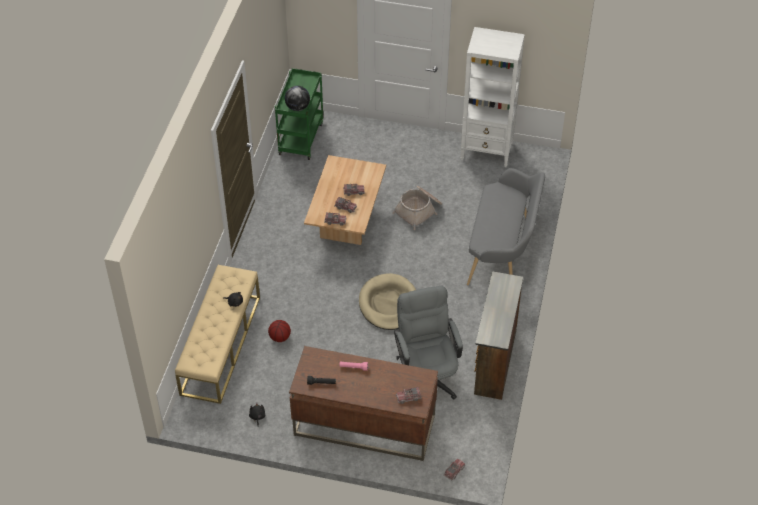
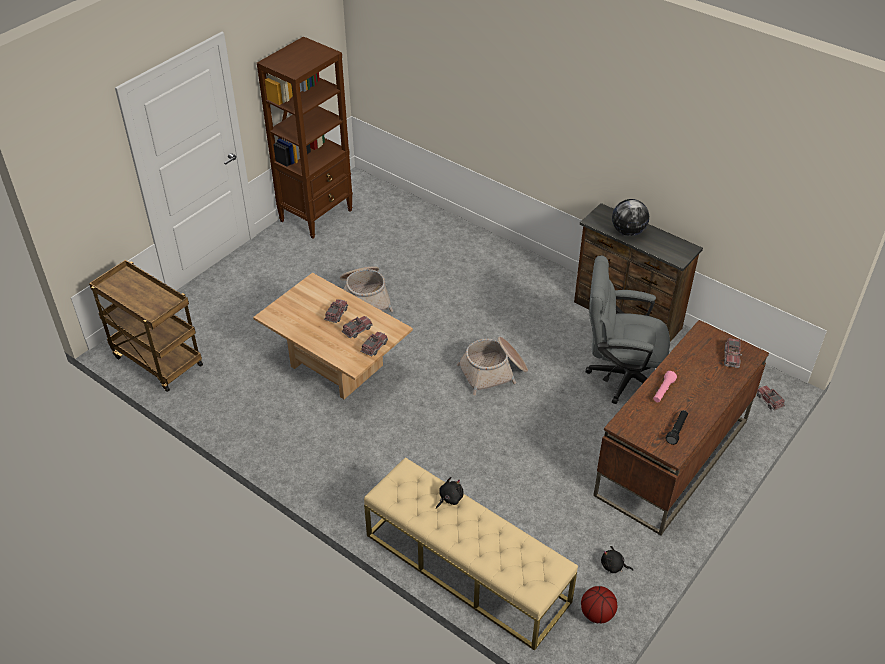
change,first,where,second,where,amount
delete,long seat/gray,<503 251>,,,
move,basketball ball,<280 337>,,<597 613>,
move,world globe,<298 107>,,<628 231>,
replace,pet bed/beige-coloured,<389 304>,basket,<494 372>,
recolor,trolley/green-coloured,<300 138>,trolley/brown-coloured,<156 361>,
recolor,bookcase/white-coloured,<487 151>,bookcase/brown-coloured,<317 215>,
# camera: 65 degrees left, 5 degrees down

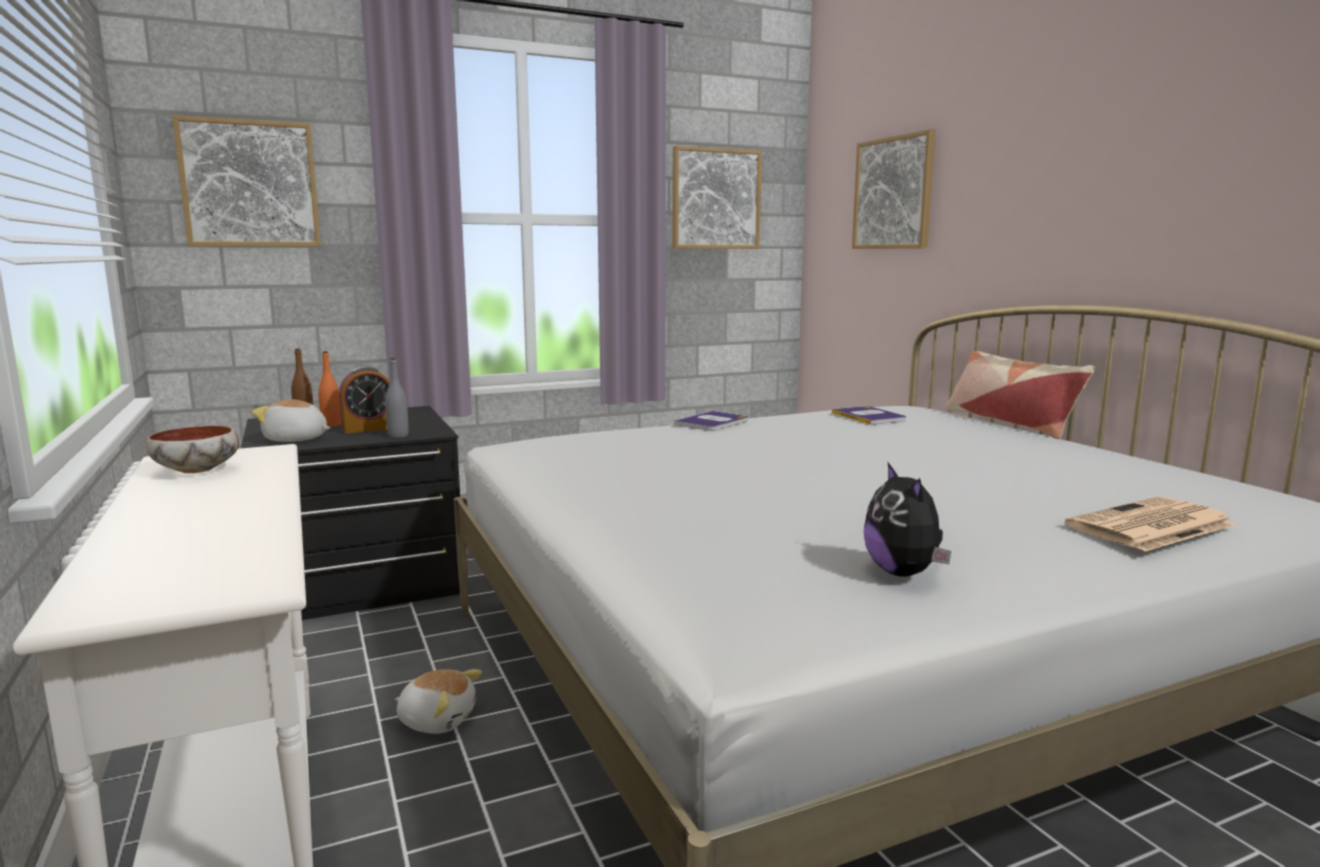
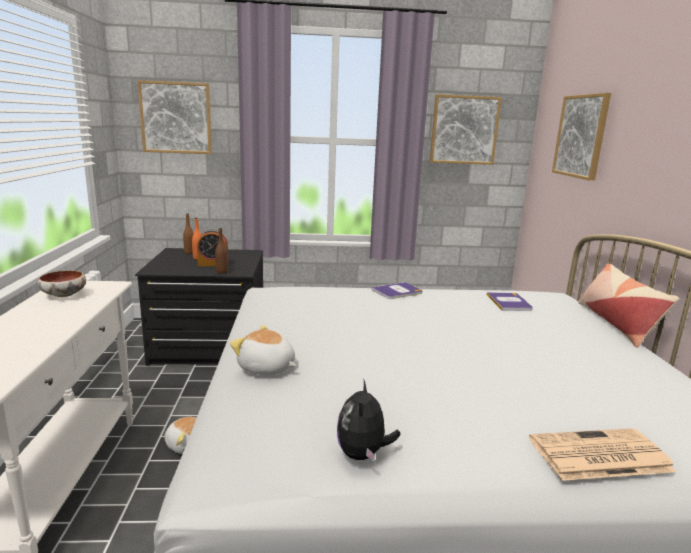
change,first,where,second,where,amount
move,soft toy,<296 439>,,<266 368>,
recolor,bottle/gray,<398 436>,bottle/brown-coloured,<221 272>,
# camera: 20 degrees right, 5 degrees up

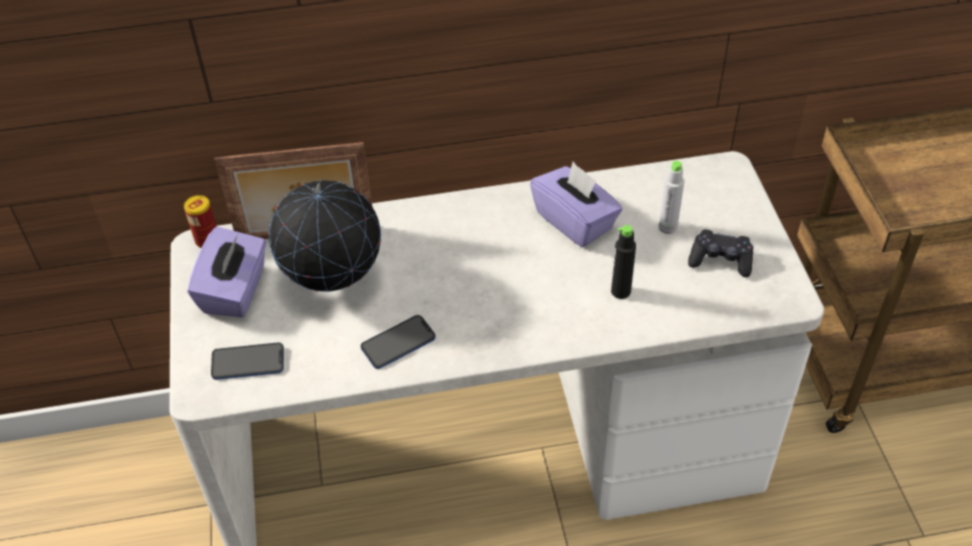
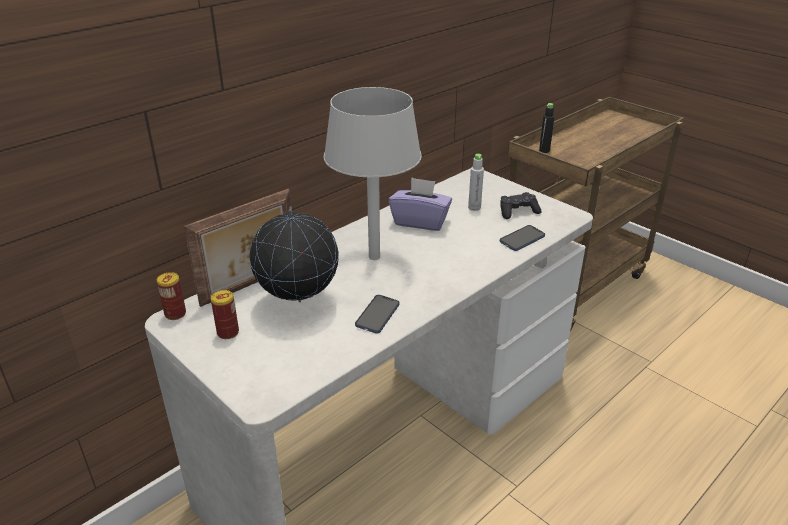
change,first,where,second,where,amount
insert,,,lamp for a table/gray,<374 257>,
move,handset,<248 362>,,<522 239>,
move,bottle/black,<620 291>,,<544 150>,
replace,tissue holder/purple-coloured,<235 291>,can,<228 333>,
# camera: 35 degrees left, 15 degrees down

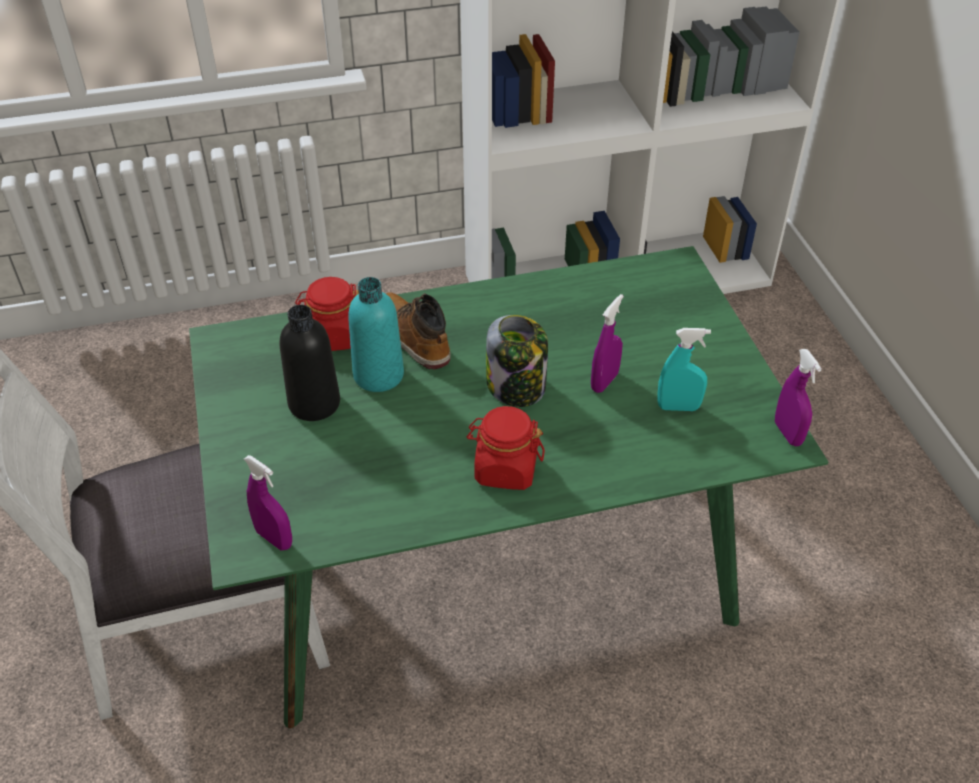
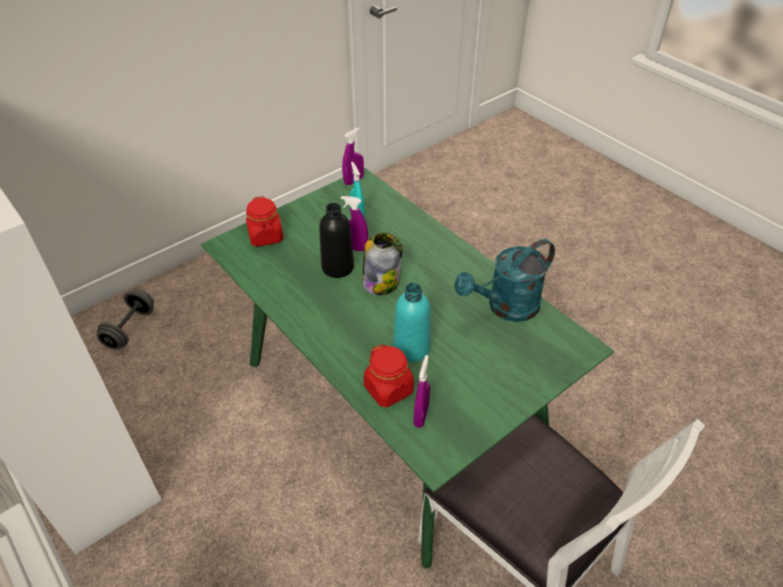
change,first,where,second,where,amount
delete,tall boot,<411 338>,,,
insert,,,dumbbell/gray,<130 329>,
insert,,,sprinkling can/turquoise,<506 307>,
move,spray bottle/purple-coloured,<274 538>,,<421 416>,
move,bottle/black,<314 403>,,<337 267>,
move,jar/reddish,<505 469>,,<266 236>,
# camera: 115 degrees left, 0 degrees up

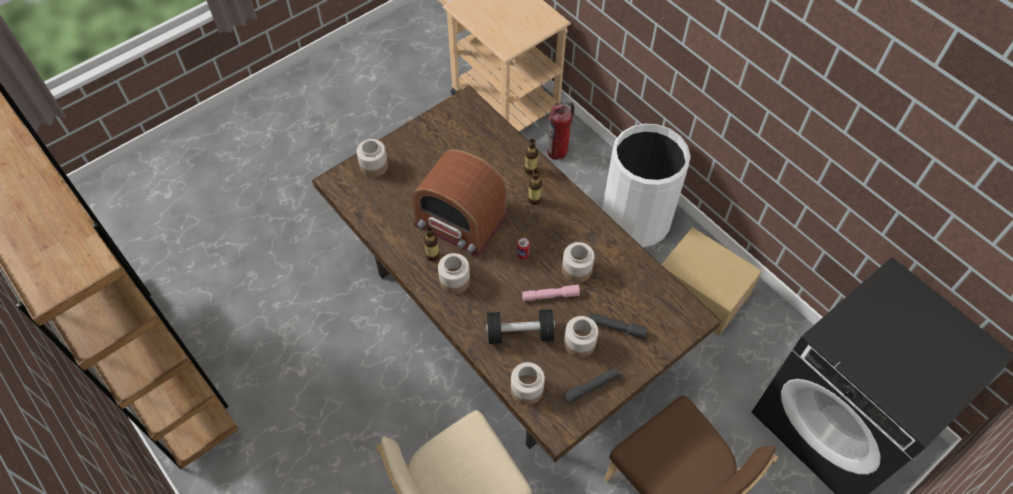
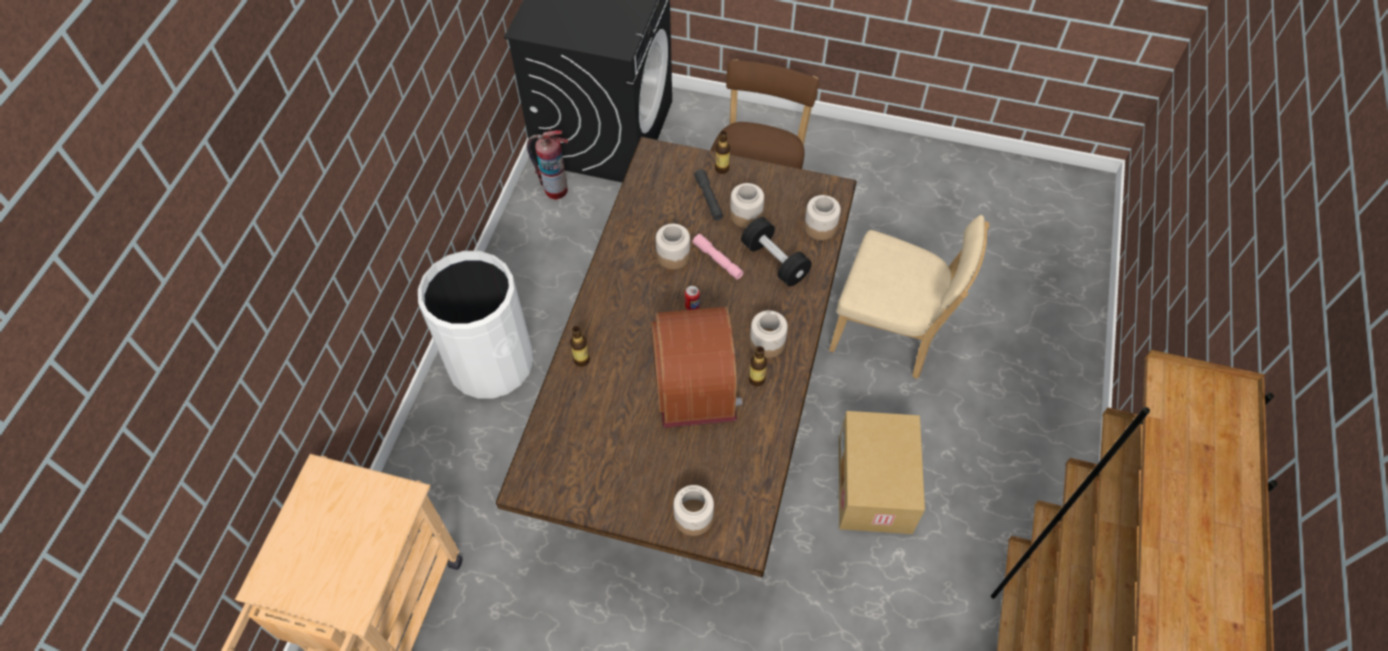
change,first,where,second,where,amount
delete,flashlight/gray,<591 387>,,,
move,bottle,<534 200>,,<722 168>,
move,fire extinguisher,<557 152>,,<555 189>,
move,packing box,<699 294>,,<876 486>,
# camera: 125 degrees left, 0 degrees up

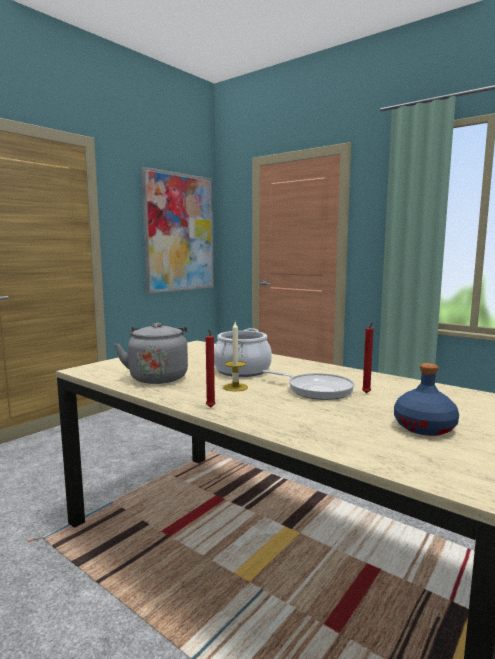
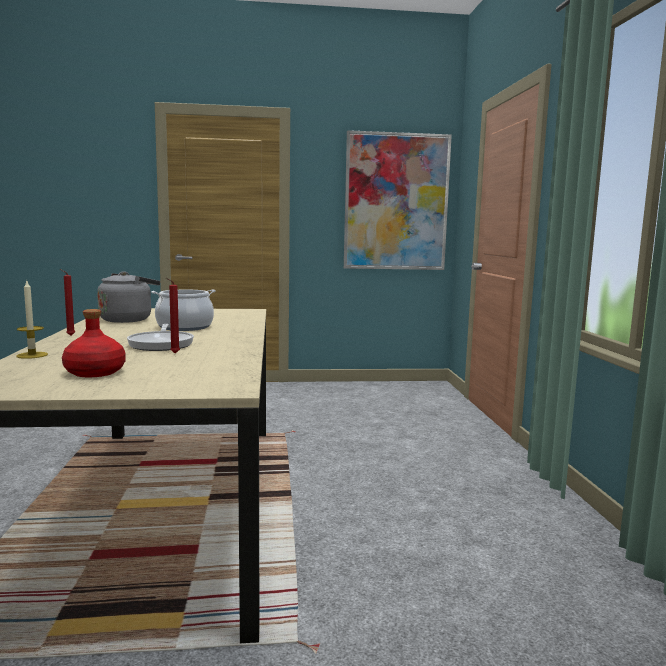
change,first,where,second,where,amount
move,wax candle,<235 387>,,<32 355>,
recolor,bottle/bluish,<424 427>,bottle/reddish,<96 372>,
# camera: 45 degrees right, 0 degrees up

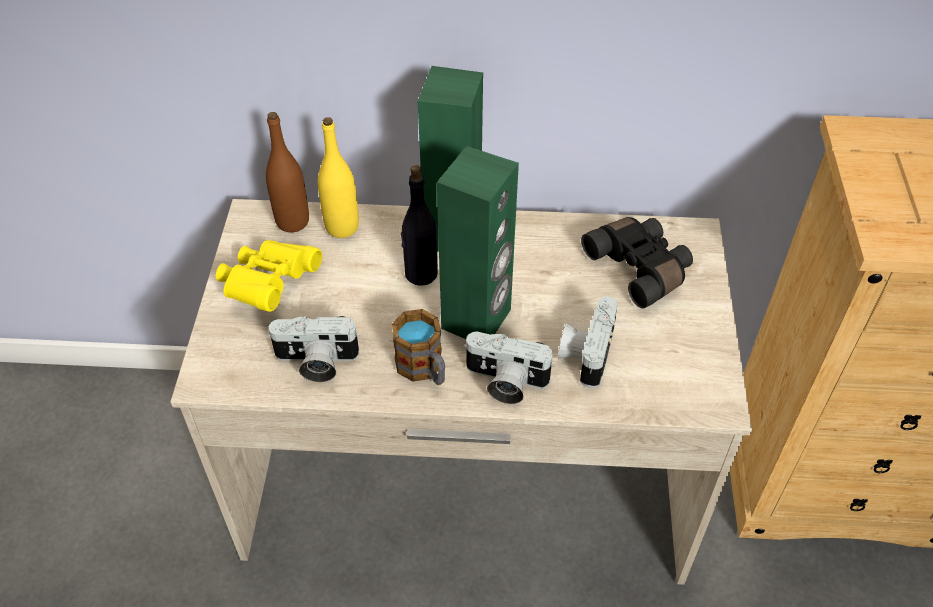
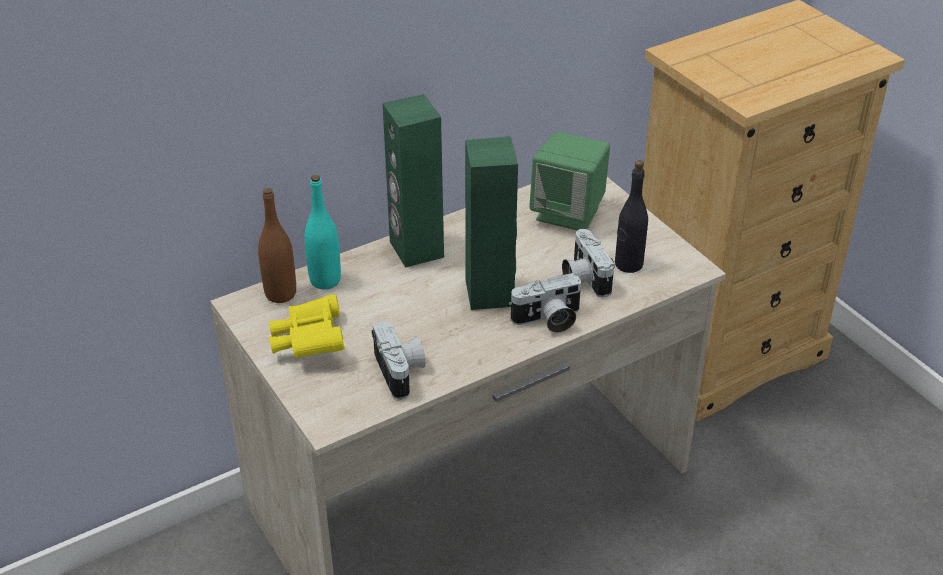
change,first,where,second,where,amount
delete,tea mug,<424 369>,,,
move,bottle/black,<420 274>,,<628 264>,
replace,field glasses/black,<640 268>,audio speaker/green-coloured,<568 213>,
recolor,bottle/yellow,<342 227>,bottle/turquoise,<325 280>,
rotate,photo camera,<315 362>,,<402 372>,75 degrees counterclockwise
# camera: 35 degrees left, 10 degrees down

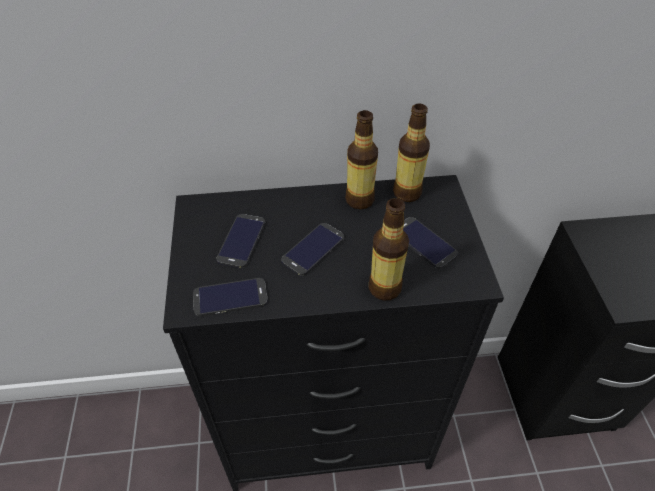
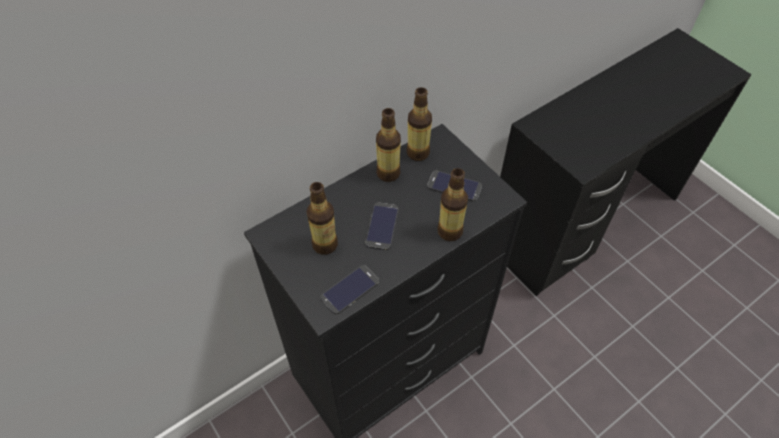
change,first,where,second,where,amount
replace,handset,<241 241>,bottle,<325 244>,
# camera: 30 degrees left, 5 degrees up

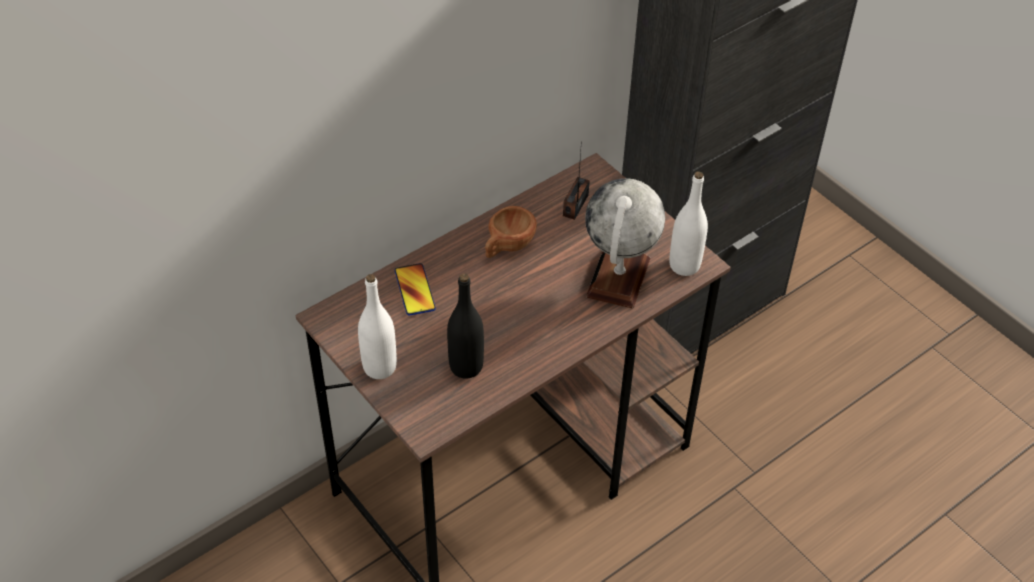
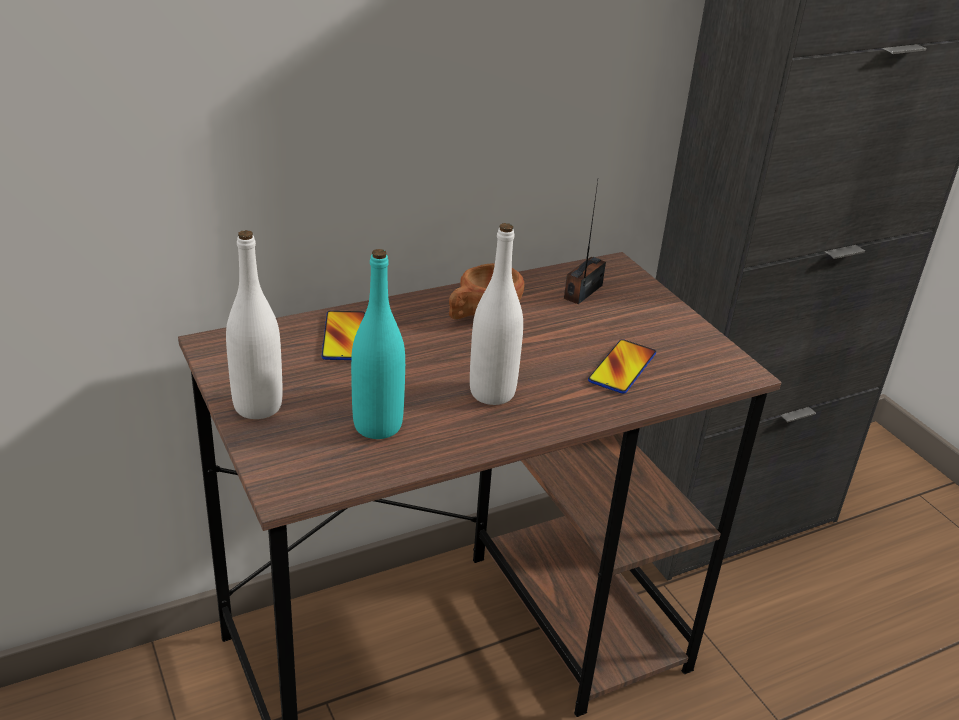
change,first,where,second,where,amount
move,bottle/white-coloured,<684 265>,,<492 393>,
replace,world globe,<618 277>,handset,<622 368>,
recolor,bottle/black,<466 366>,bottle/turquoise,<377 426>,
# camera: 10 degrees right, 15 degrees down

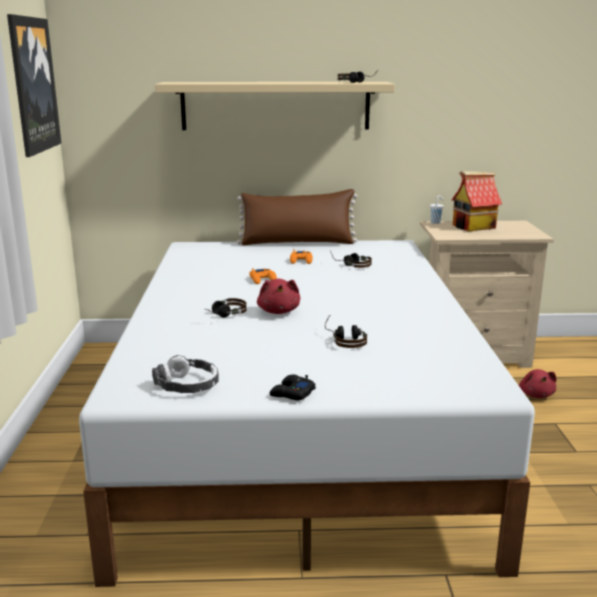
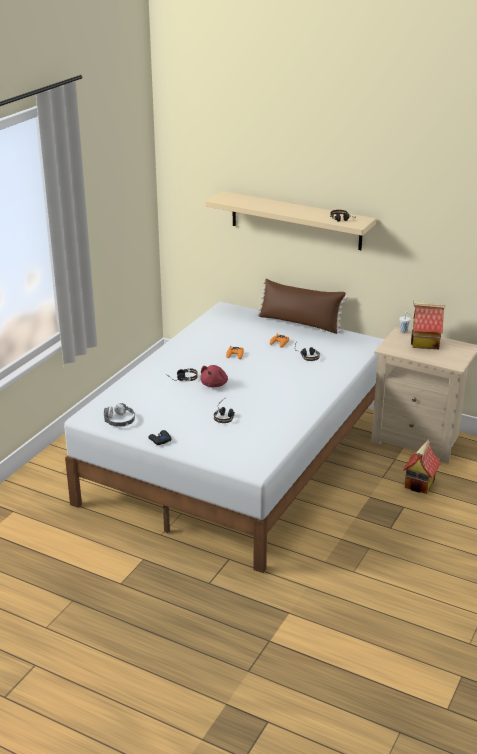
change,first,where,second,where,amount
delete,wall picture,<33 85>,,,
replace,soft toy/reddish,<536 394>,miniature house,<420 484>,
# camera: 30 degrees right, 10 degrees up

